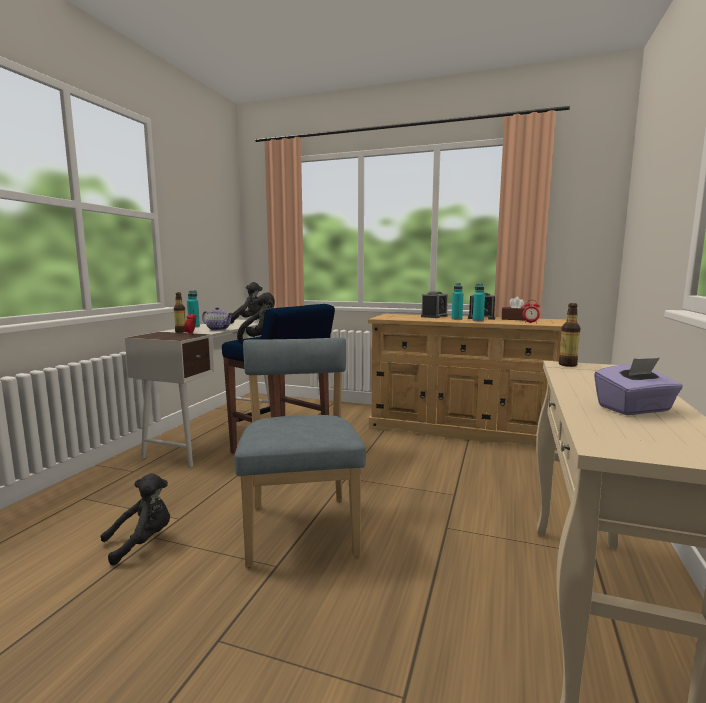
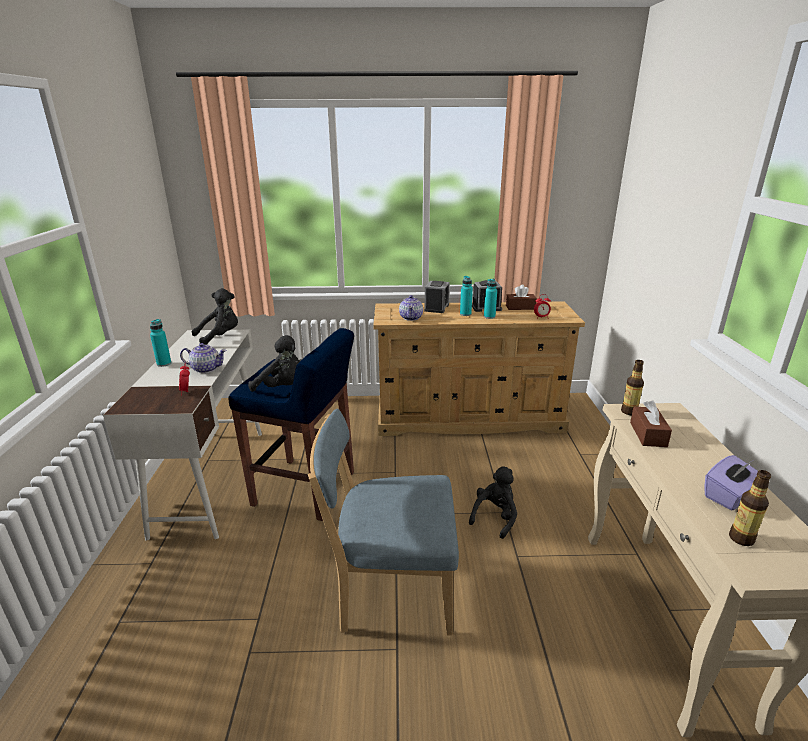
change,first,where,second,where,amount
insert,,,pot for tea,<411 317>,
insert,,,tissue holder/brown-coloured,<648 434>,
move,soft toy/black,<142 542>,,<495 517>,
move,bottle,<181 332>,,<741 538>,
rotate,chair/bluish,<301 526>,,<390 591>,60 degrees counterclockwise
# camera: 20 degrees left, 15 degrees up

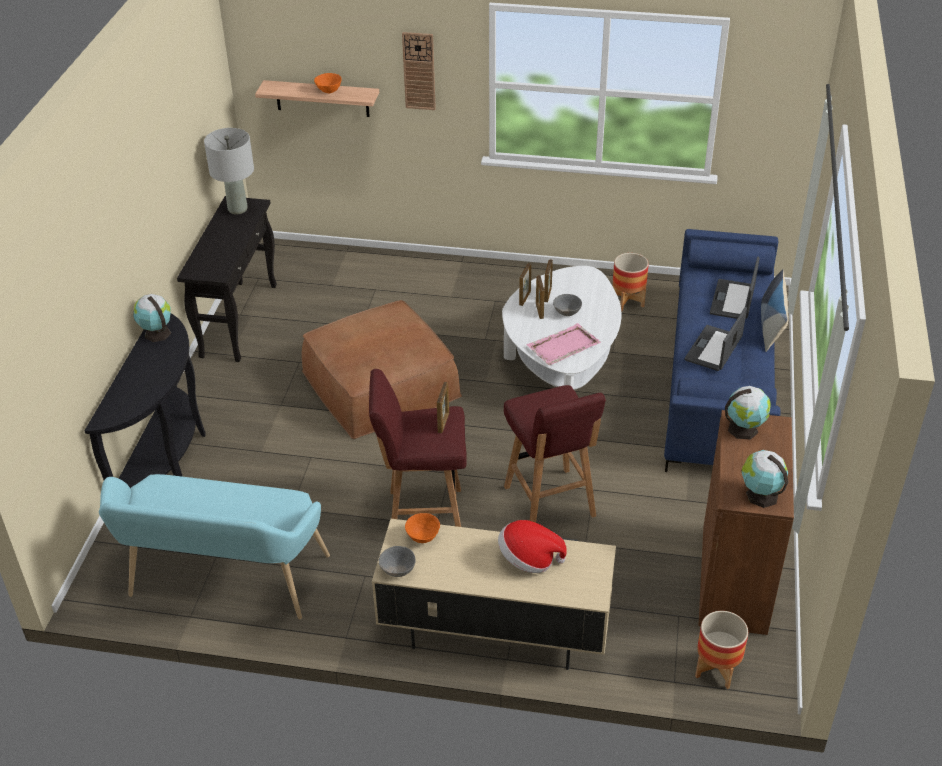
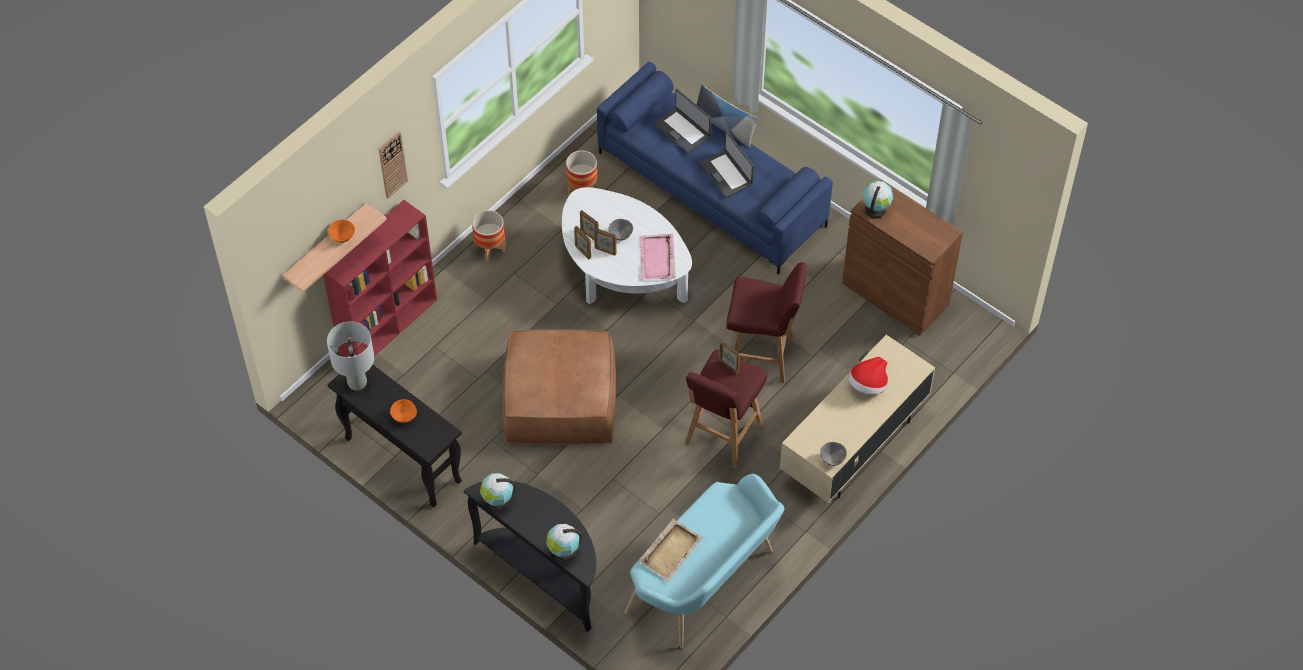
change,first,where,second,where,amount
insert,,,bookcase/reddish,<389 325>,
insert,,,serving tray/beige-coloured,<671 550>,
move,deep dish/orange-coloured,<423 538>,,<404 417>,
move,plant pot,<716 670>,,<490 249>,
move,world globe,<760 495>,,<564 551>,
# camera: 60 degrees left, 15 degrees up

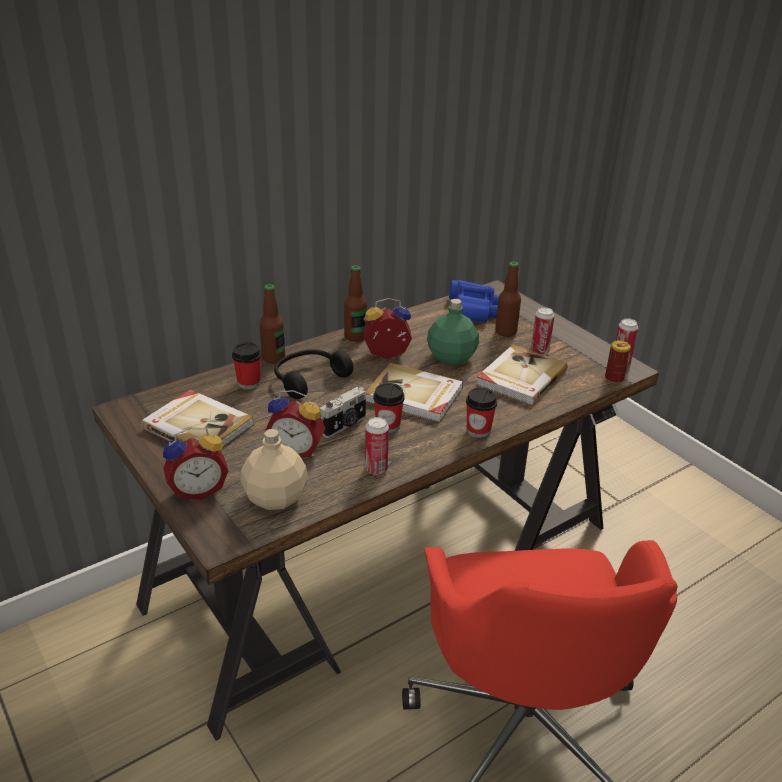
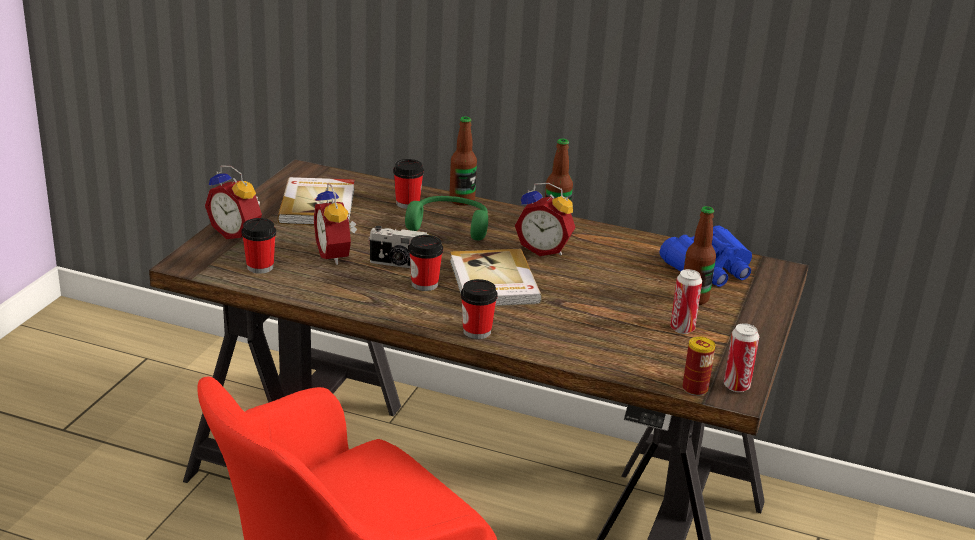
change,first,where,second,where,amount
delete,can,<376 469>,,,
delete,bottle/green-coloured,<452 357>,,,
delete,book,<520 377>,,,
replace,bottle/beige-coloured,<275 498>,cup,<260 267>,
recolor,headphones/black,<308 379>,headphones/green-coloured,<450 226>,
rotate,bedside clock,<387 356>,,<544 249>,150 degrees clockwise
# camera: 55 degrees right, 5 degrees down

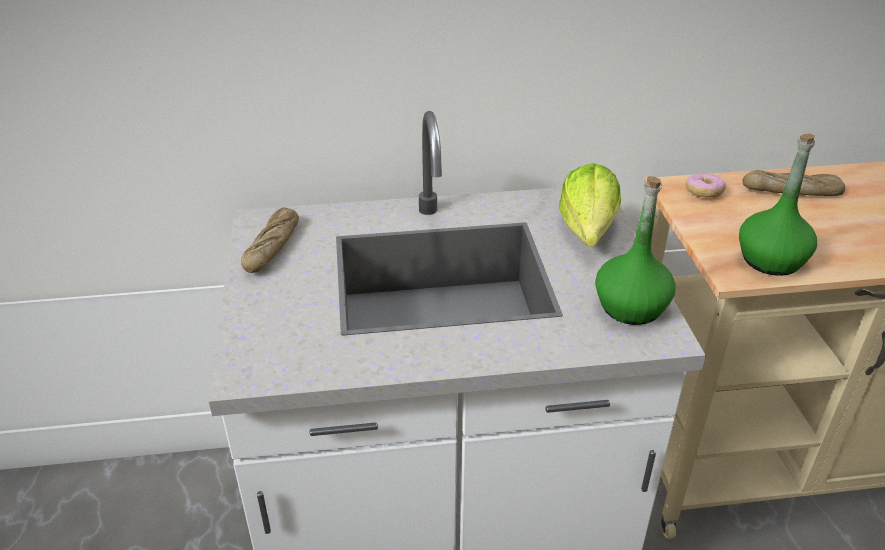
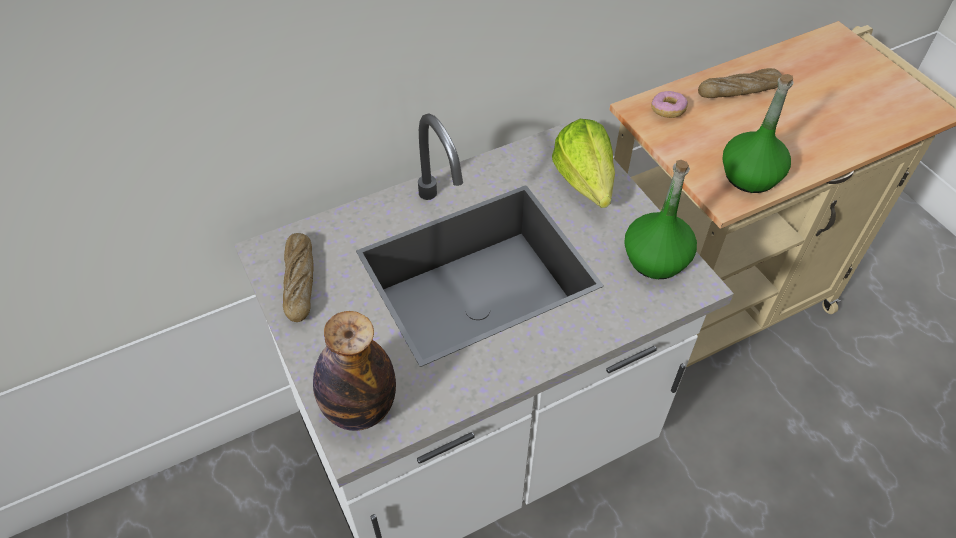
change,first,where,second,where,amount
insert,,,bottle,<359 408>,
# camera: 20 degrees left, 15 degrees up

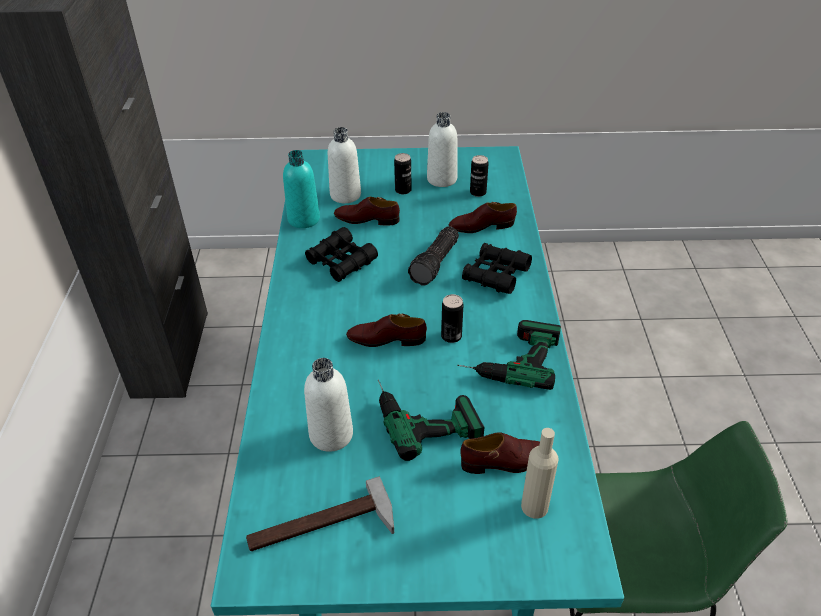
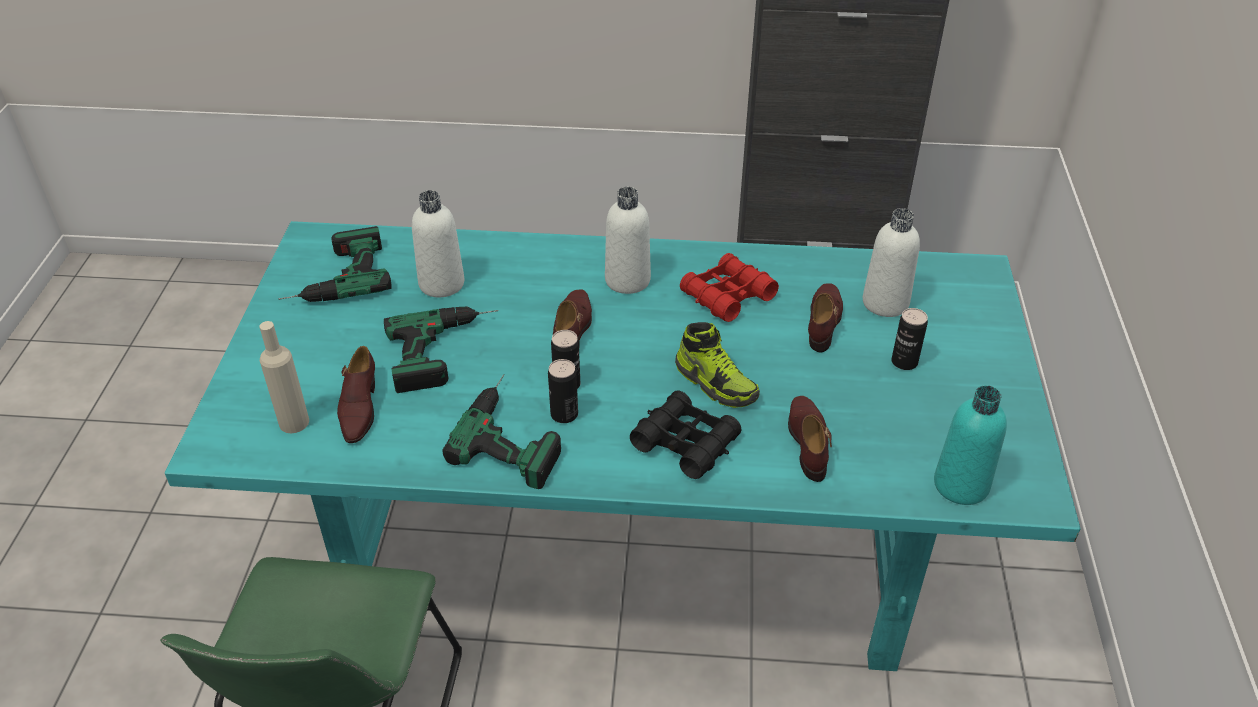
change,first,where,second,where,amount
move,bottle/turquoise,<304 219>,,<961 485>,
move,bottle/white-coloured,<442 179>,,<627 280>,
move,can,<478 192>,,<564 414>,
replace,hammer,<321 529>,power drill,<334 277>,
replace,flashlight,<436 264>,shoe,<716 383>,
recolor,field glasses/black,<341 261>,field glasses/reddish,<727 296>,
# camera: 95 degrees right, 0 degrees up

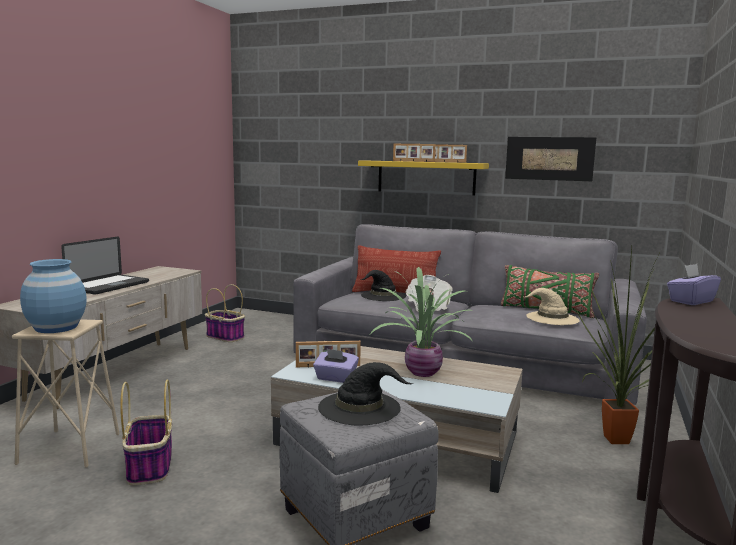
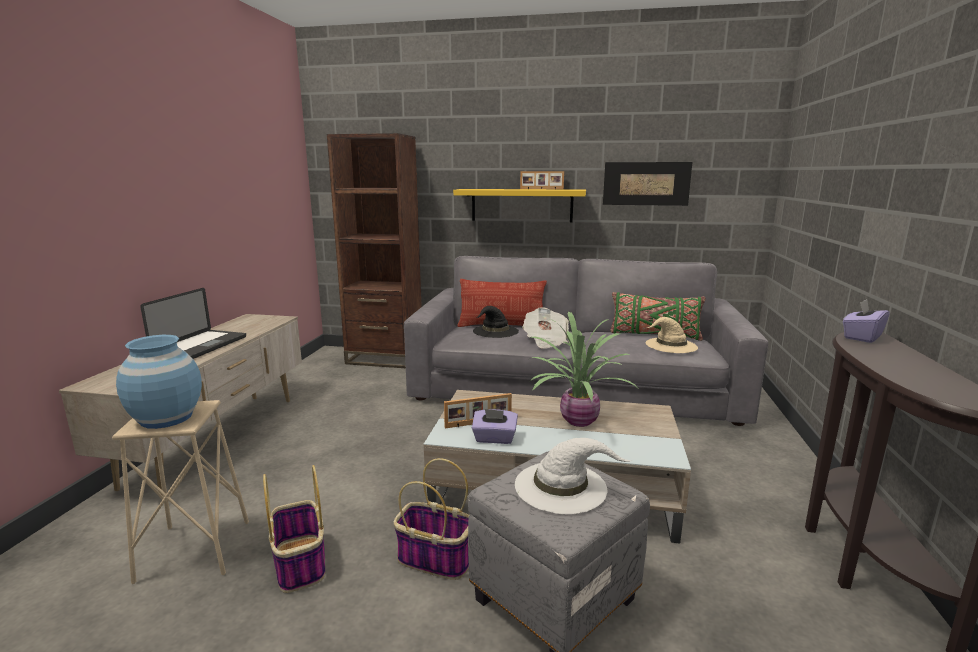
change,first,where,second,where,amount
delete,standing frame,<413 161>,,,
delete,potted plant,<611 439>,,,
insert,,,bookcase/brown-coloured,<385 358>,
move,basket,<224 337>,,<434 558>,
recolor,wearable hat/black,<360 407>,wearable hat/white-coloured,<562 486>,
# camera: 10 degrees left, 5 degrees up

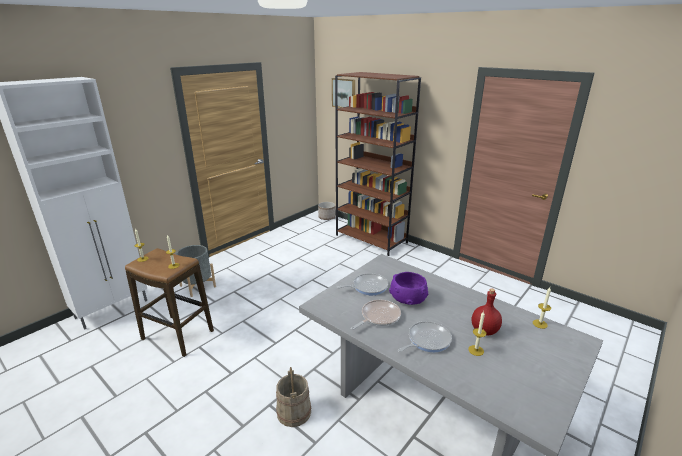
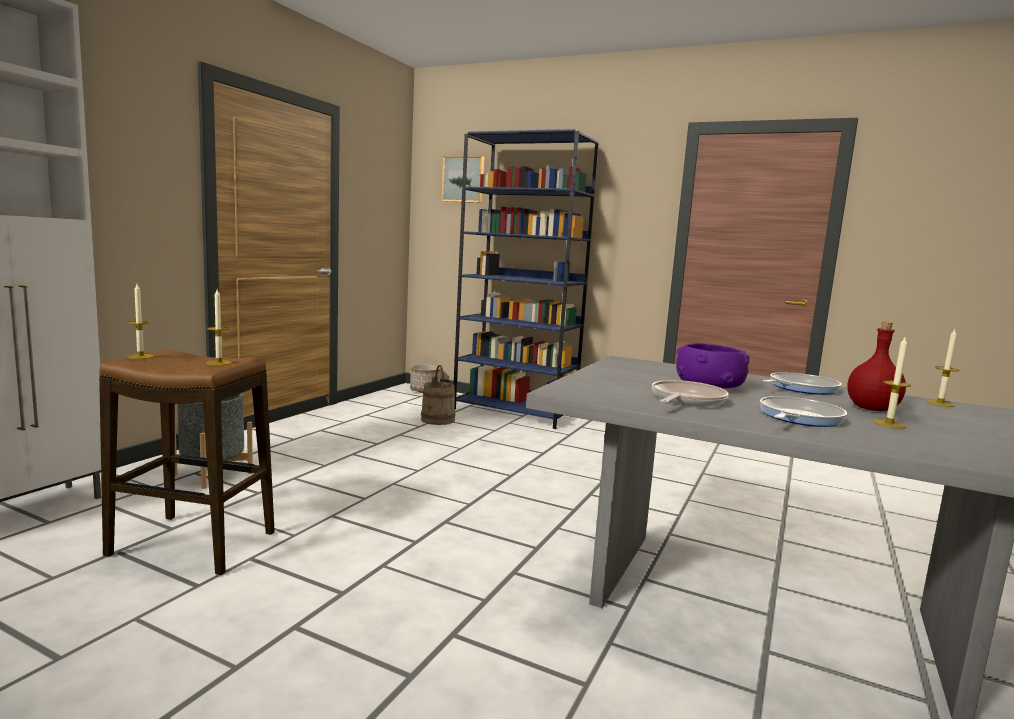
change,first,where,second,where,amount
move,water bucket/beige-coloured,<294 412>,,<438 419>,
move,frying pan,<368 286>,,<800 388>,
recolor,bookcase/brown-coloured,<371 239>,bookcase/bluish,<515 412>,
# camera: 15 degrees left, 15 degrees down

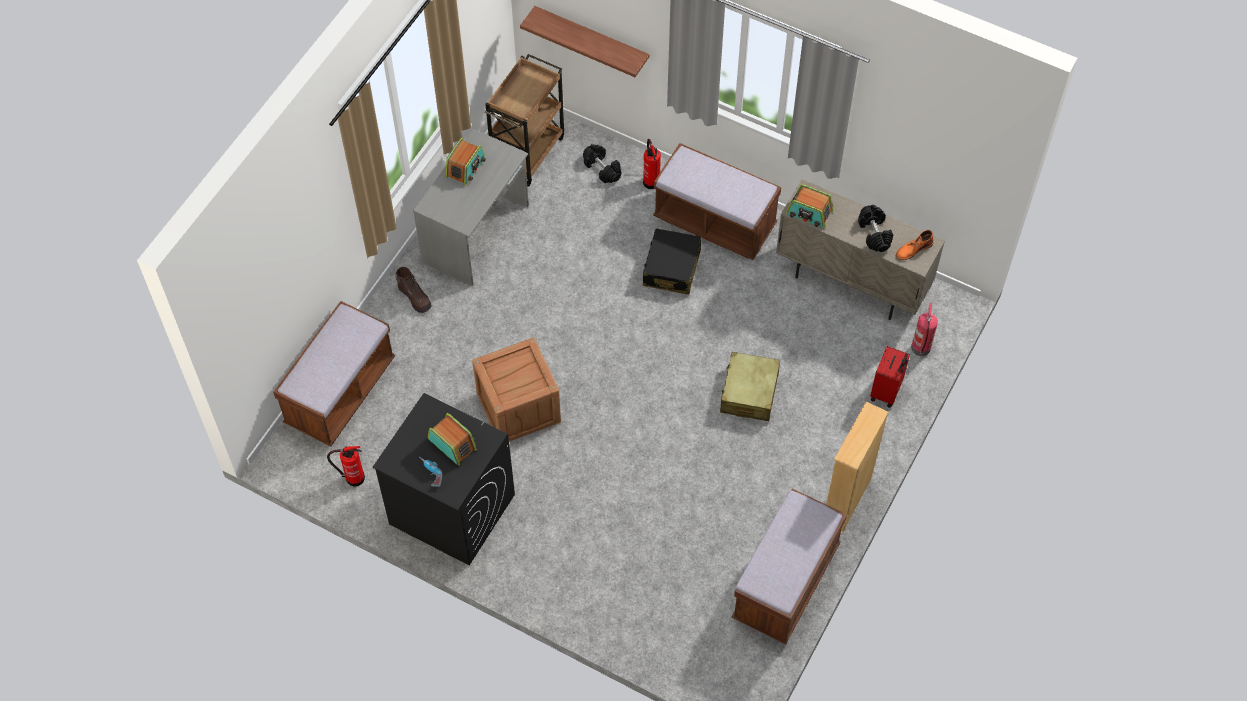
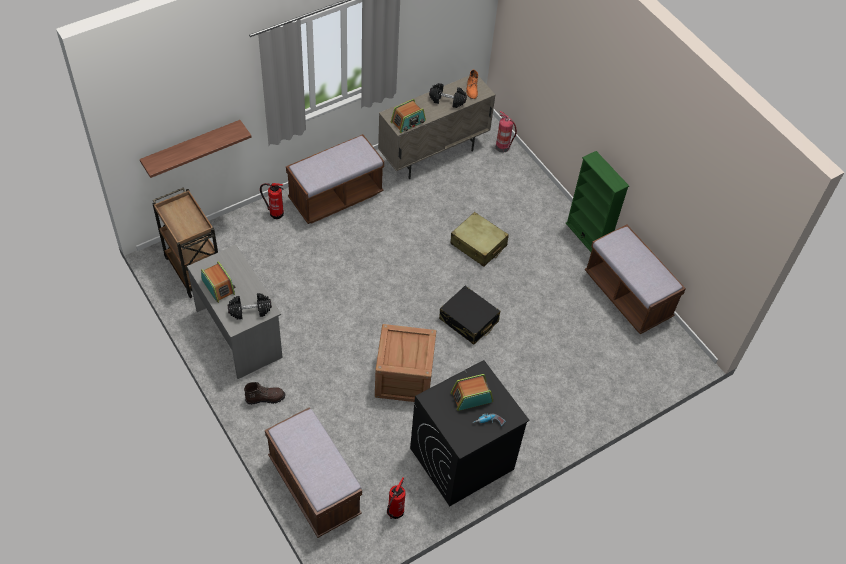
change,first,where,second,where,amount
delete,travel case/reddish,<887 391>,,,
move,dumbbell/black,<602 169>,,<250 310>,
move,travel case/black,<671 268>,,<468 320>,
recolor,bookcase/beige-coloured,<846 501>,bookcase/green-coloured,<587 237>,
# camera: 65 degrees left, 5 degrees down

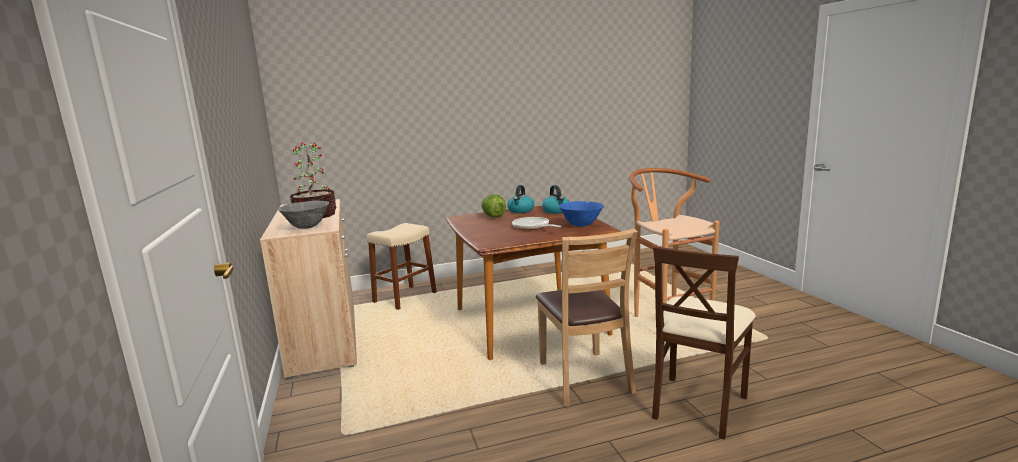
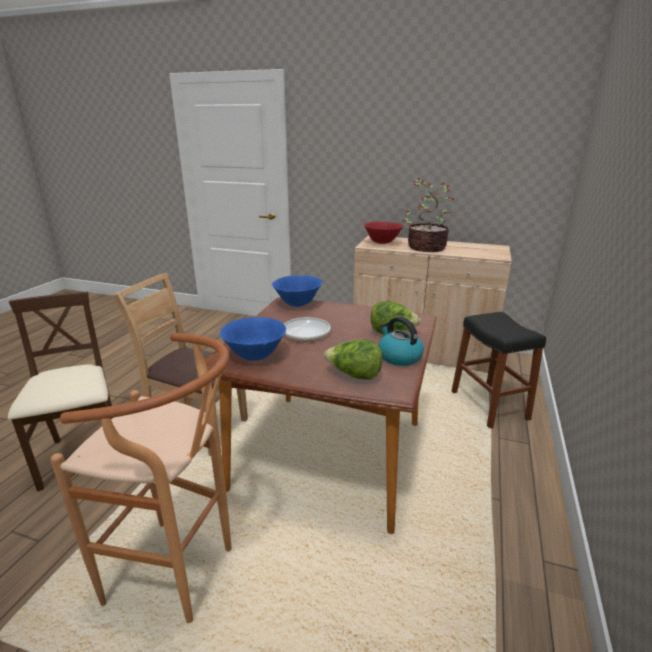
change,first,where,second,where,amount
insert,,,deep dish/bluish,<297 304>,
replace,kettle,<556 211>,lettuce head,<354 376>,
recolor,deep dish/gray,<307 227>,deep dish/reddish,<382 243>,
recolor,stool seat/beige-coloured,<405 297>,stool seat/black,<489 405>,
# camera: 125 degrees right, 10 degrees up

